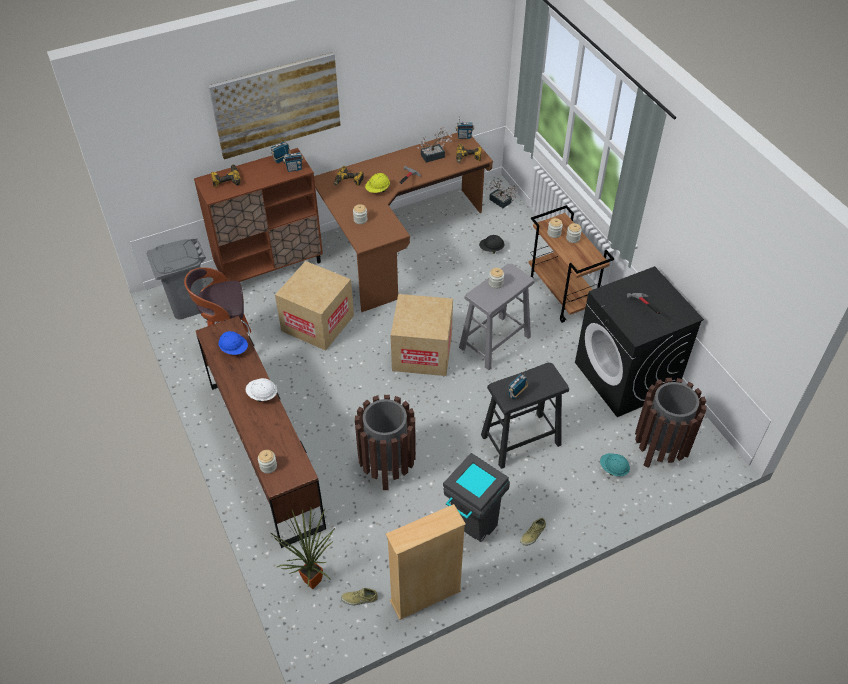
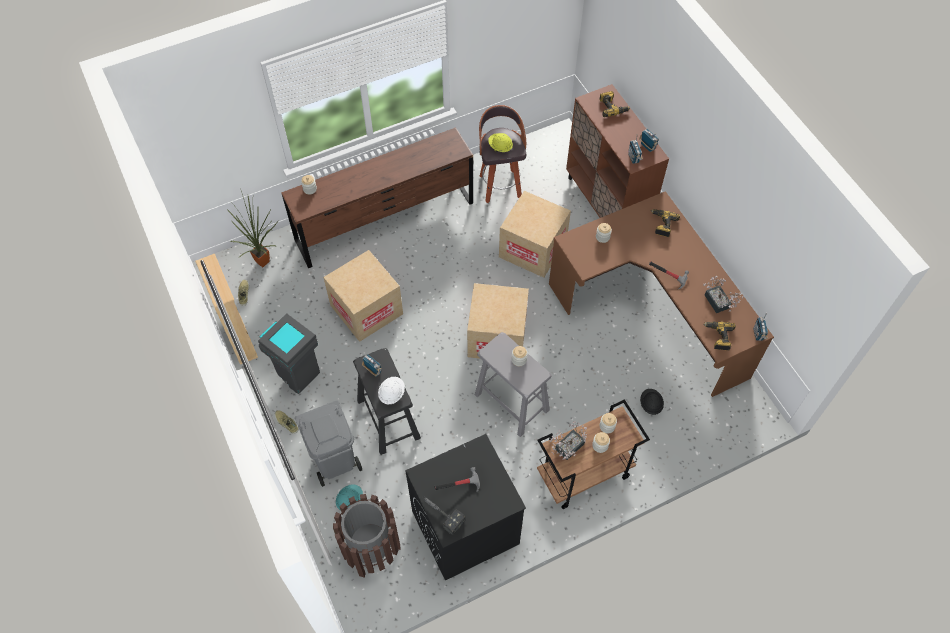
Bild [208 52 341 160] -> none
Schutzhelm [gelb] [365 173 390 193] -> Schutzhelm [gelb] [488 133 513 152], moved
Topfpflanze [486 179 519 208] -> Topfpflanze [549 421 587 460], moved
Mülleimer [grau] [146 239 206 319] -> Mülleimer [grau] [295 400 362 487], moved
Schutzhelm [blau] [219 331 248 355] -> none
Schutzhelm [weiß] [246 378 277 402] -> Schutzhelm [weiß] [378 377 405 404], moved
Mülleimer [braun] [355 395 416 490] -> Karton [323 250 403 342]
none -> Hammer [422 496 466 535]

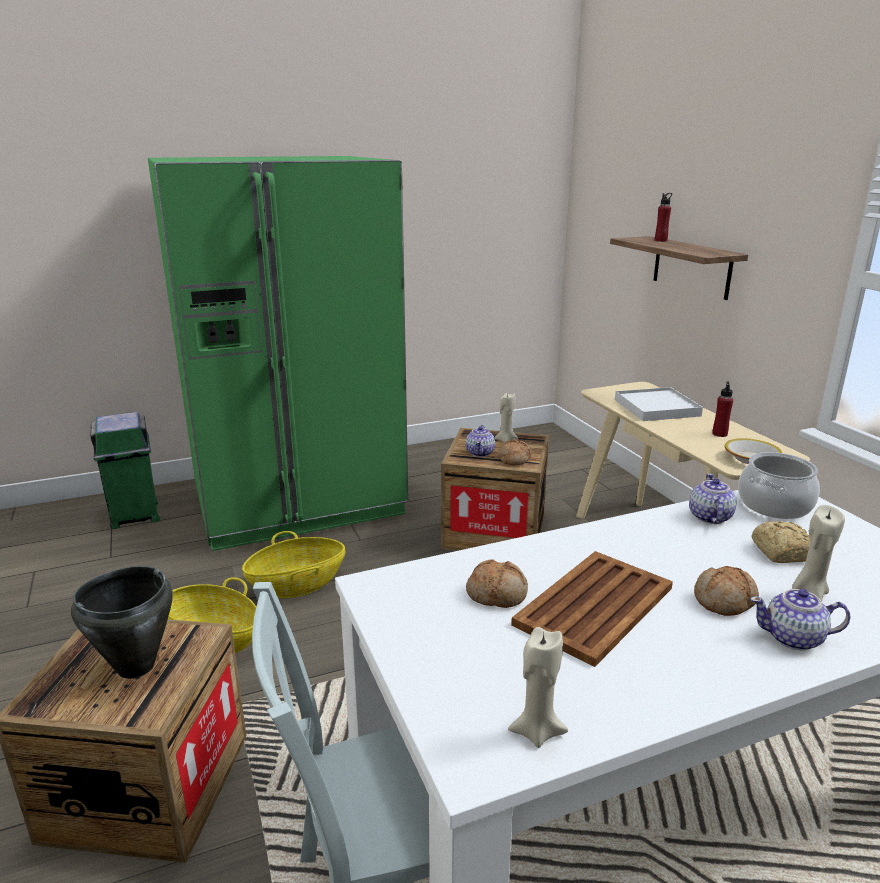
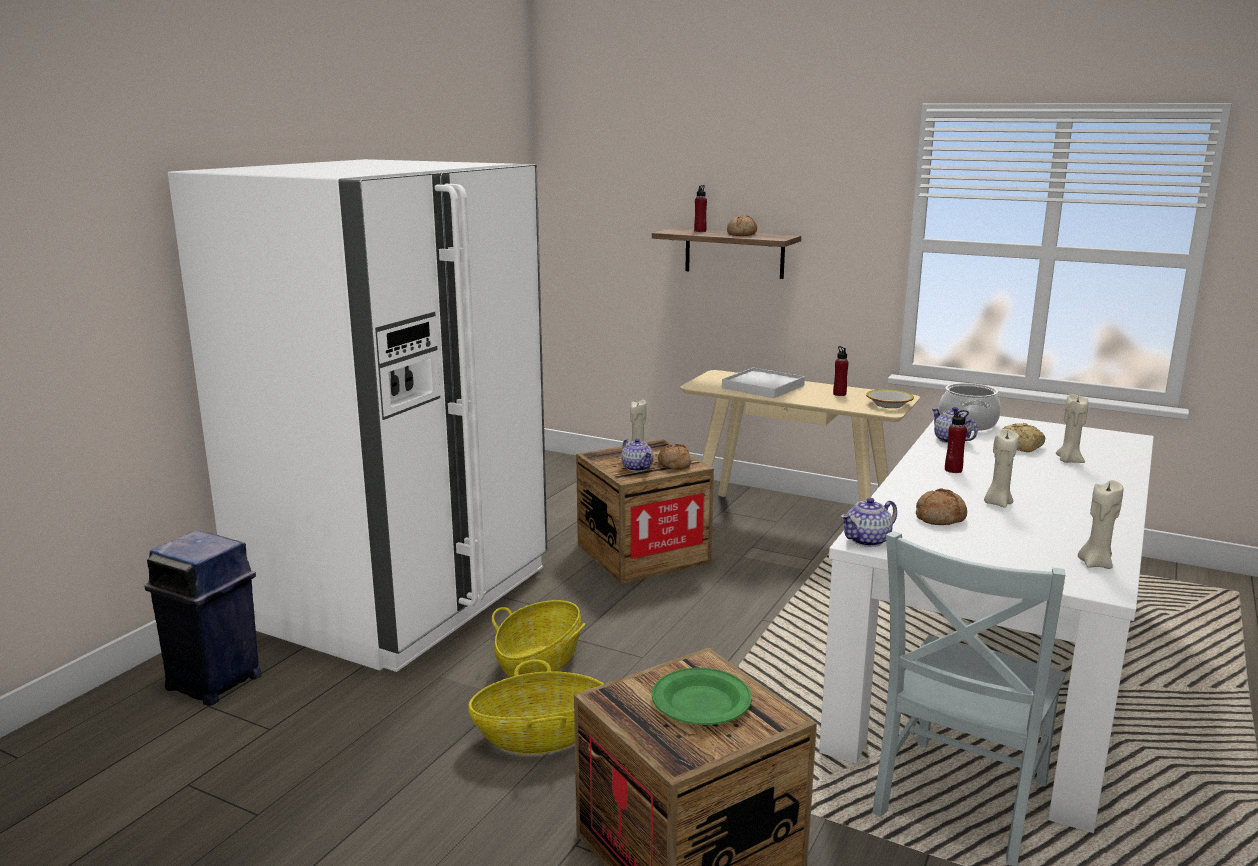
Kühlschrank [grün] [148 156 408 551] -> Kühlschrank [weiß] [168 159 547 672]
Mülleimer [grün] [90 412 160 529] -> Mülleimer [blau] [145 530 262 706]
Tablett [braun] [511 551 673 667] -> Kerze [beige] [984 429 1019 508]
Kochtopf [schwarz] [71 566 173 679] -> Teller [grün] [652 668 752 725]
Brot [694 566 759 616] -> Brot [727 216 757 236], moved
Teekanne [750 589 850 650] -> Teekanne [841 498 897 547], moved
none -> Flasche [rot] [945 409 969 473]

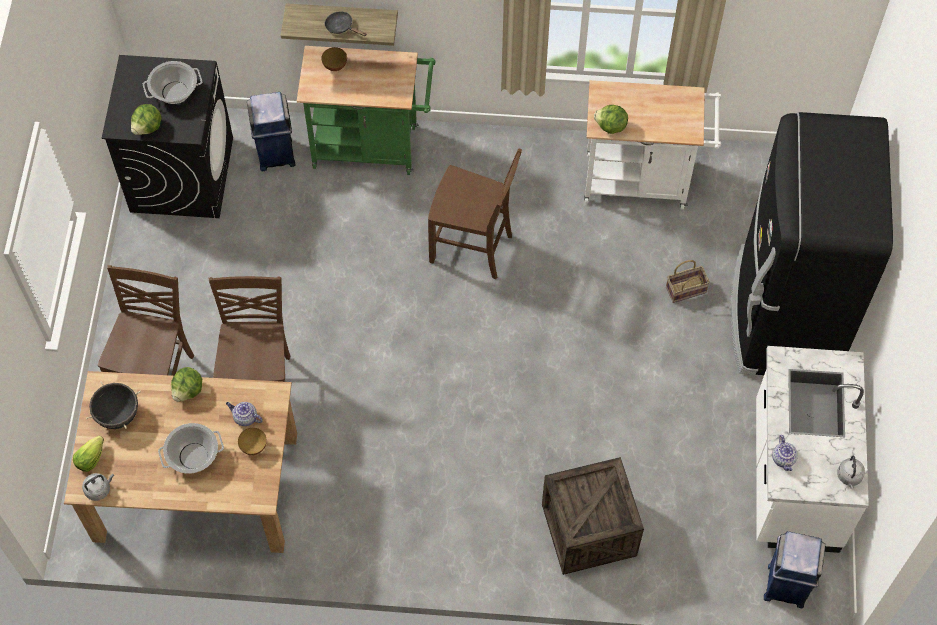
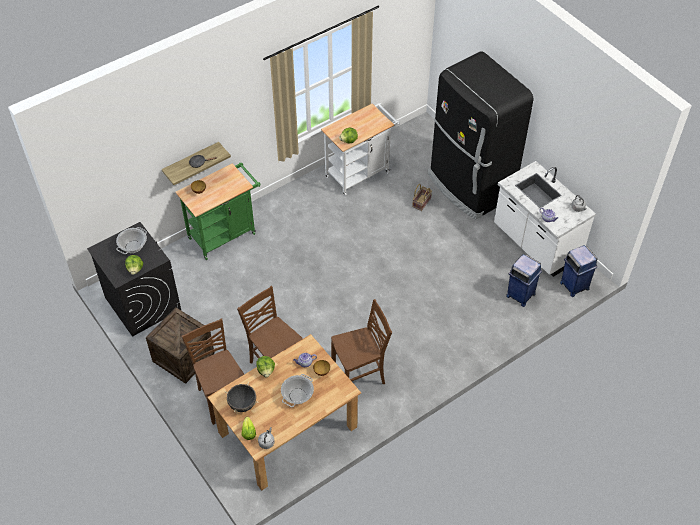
Mülleimer [blau] [247 92 295 171] -> Mülleimer [blau] [506 254 542 307], moved
Stuhl [braun] [428 149 522 279] -> Stuhl [braun] [331 299 392 384], moved
Kiste [542 457 644 575] -> Kiste [146 307 215 384], moved

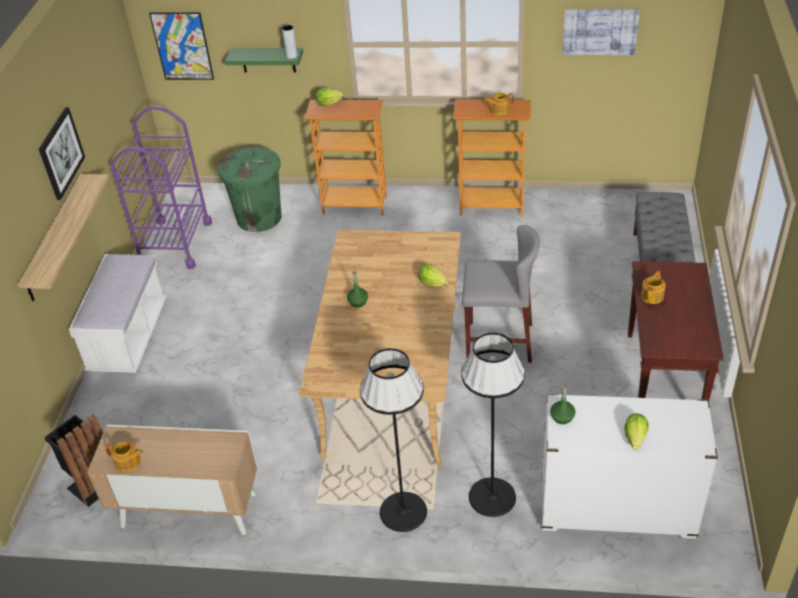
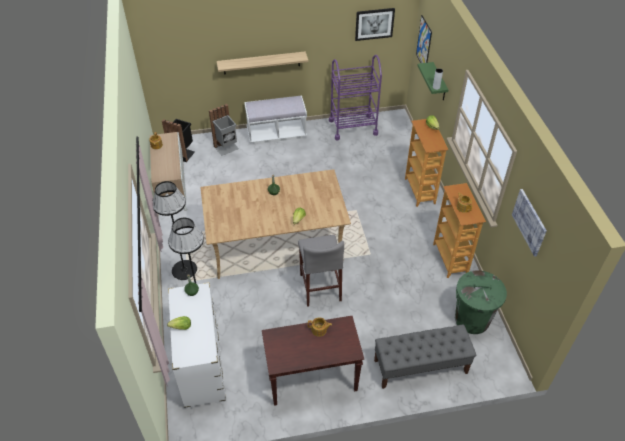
Bild [39 107 85 200] -> Bild [355 8 395 41], moved
Mülleimer [grün] [218 147 281 232] -> Mülleimer [grün] [455 271 507 334], moved
none -> Mülleimer [grau] [209 104 239 156]

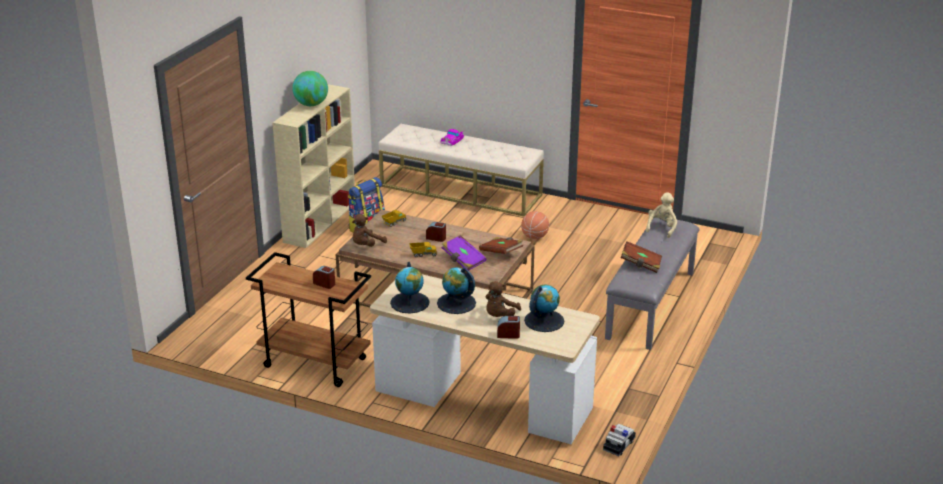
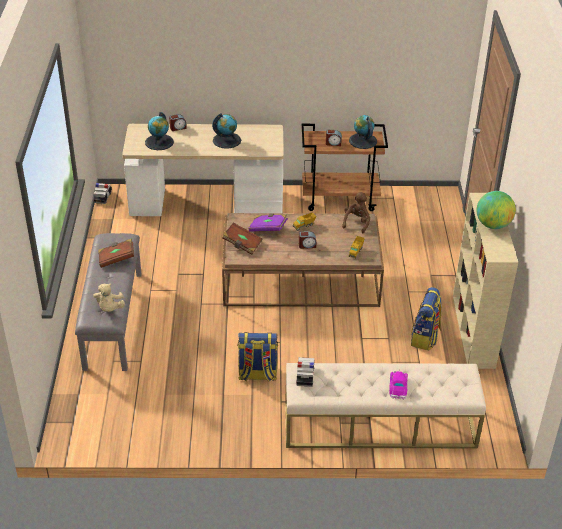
Basketball [521 211 549 239] -> Rucksack [238 332 278 382]
Globus [390 262 430 314] -> Globus [349 115 377 149], moved
Plüschtier [braun] [486 281 521 317] -> none
none -> Spielzeugauto [296 357 314 387]

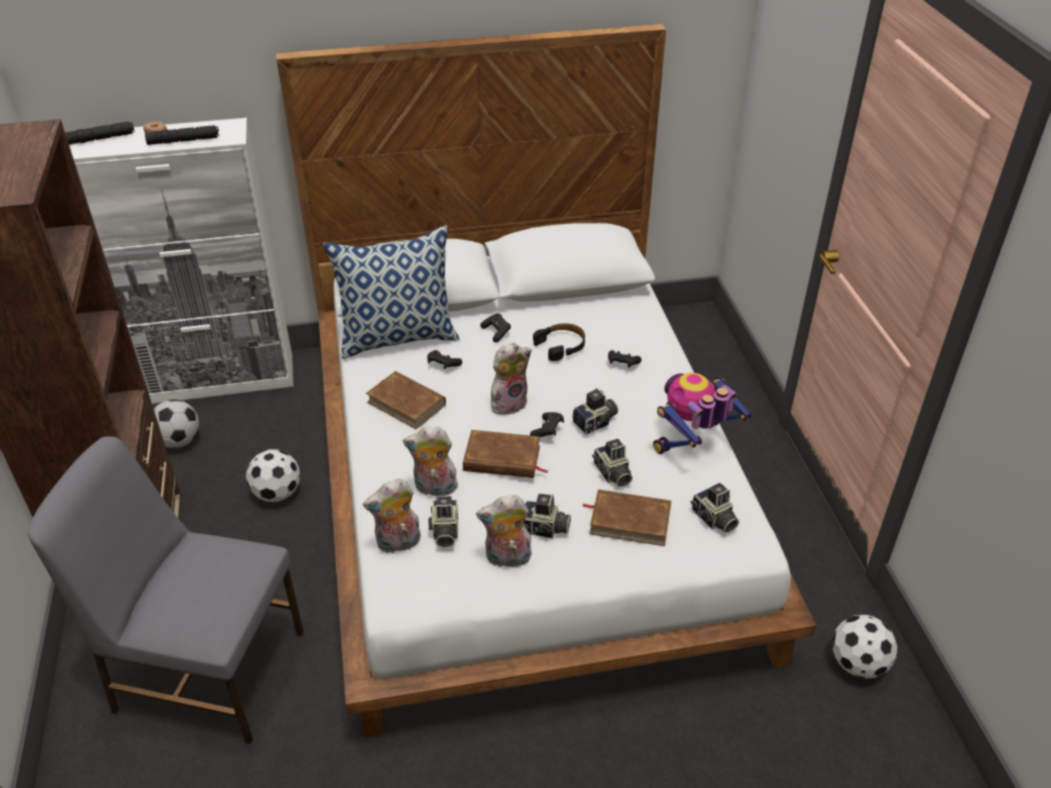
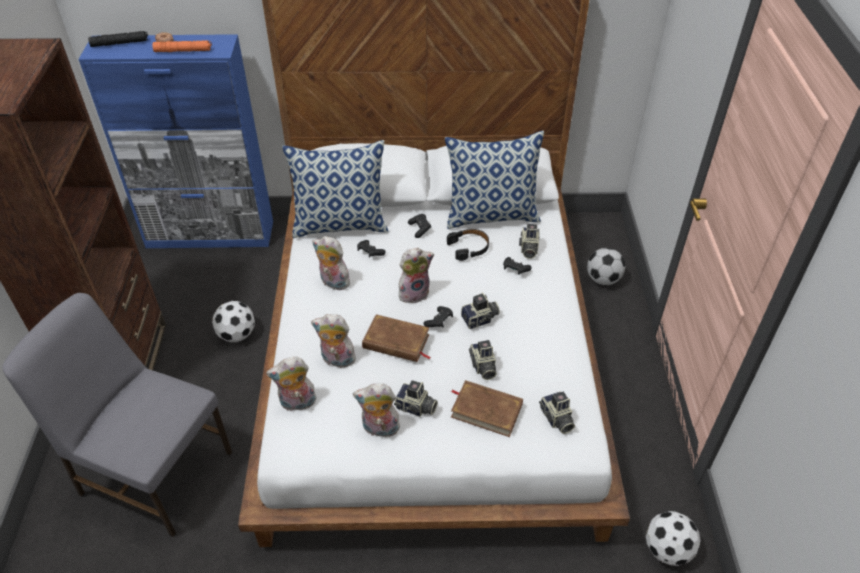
Schrank [weiß] [69 118 294 404] -> Schrank [blau] [78 34 273 248]
Taschenlampe [schwarz] [145 125 219 145] -> Taschenlampe [orange] [152 40 212 52]
Buch [braun] [366 371 446 429] -> Plüschtier [312 236 350 290]
Spielzeugroboter [653 373 752 454] -> none
Fußball [154 400 199 448] -> Fußball [587 248 625 285], moved
Kamera [428 496 459 548] -> Kamera [519 224 539 259], moved
none -> Kissen [445 131 544 229]

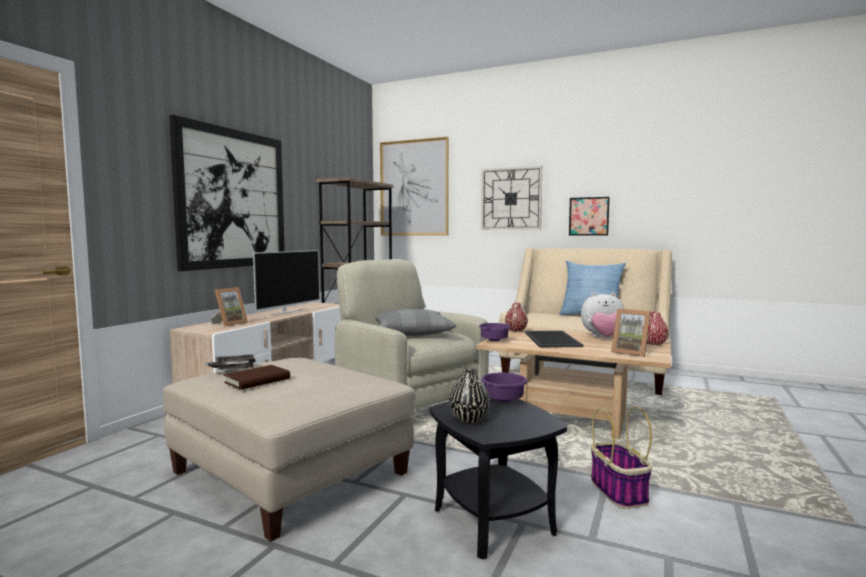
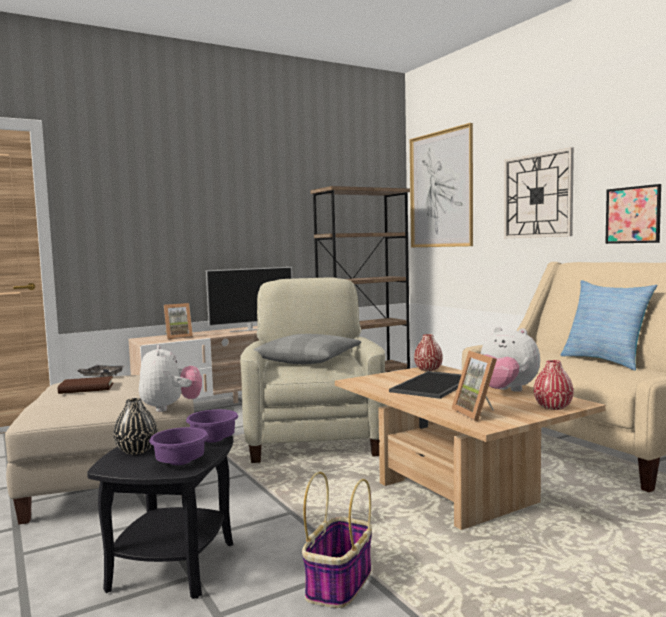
Bild [169 115 285 271] -> none
Schüssel [lila] [479 323 511 341] -> Schüssel [lila] [149 427 208 465], moved
none -> Plüschtier [139 345 202 412]

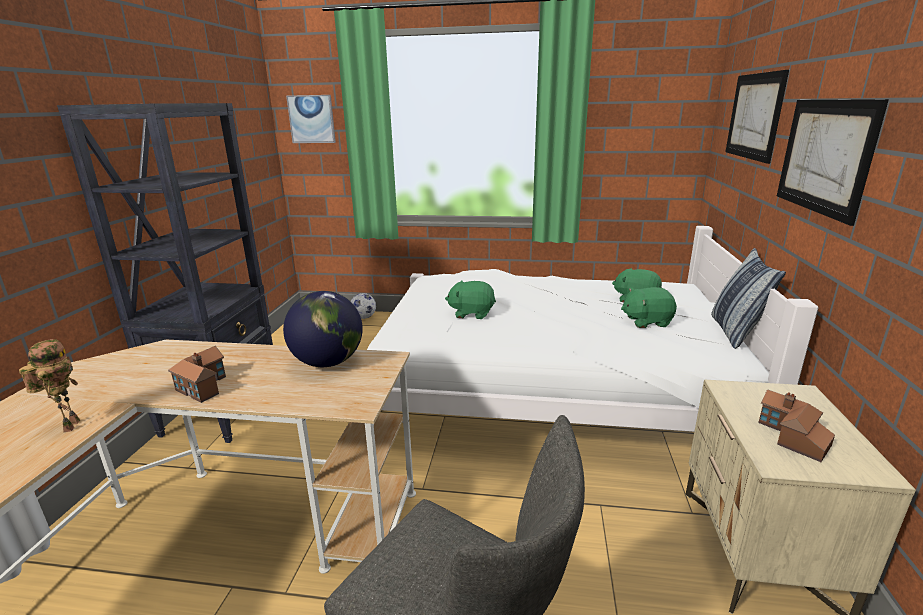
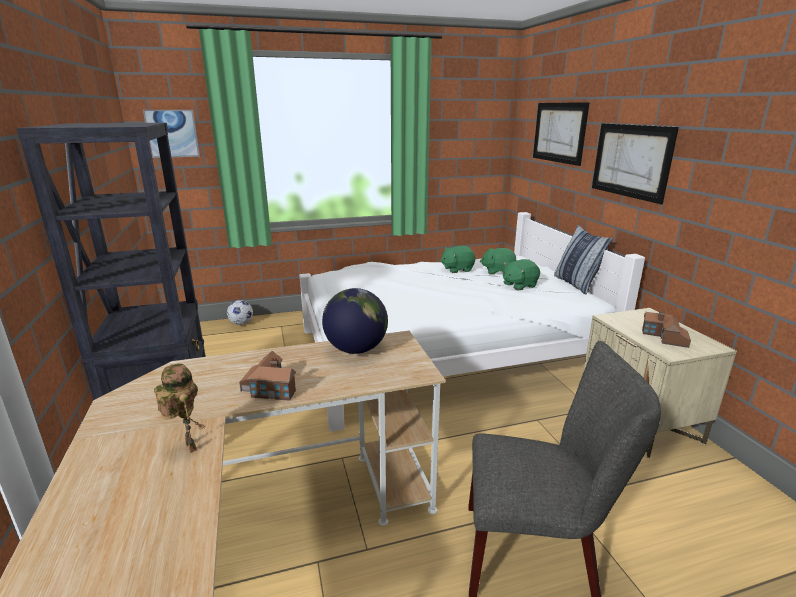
Plüschtier [grün] [445 280 496 319] -> Plüschtier [grün] [440 246 475 273], moved

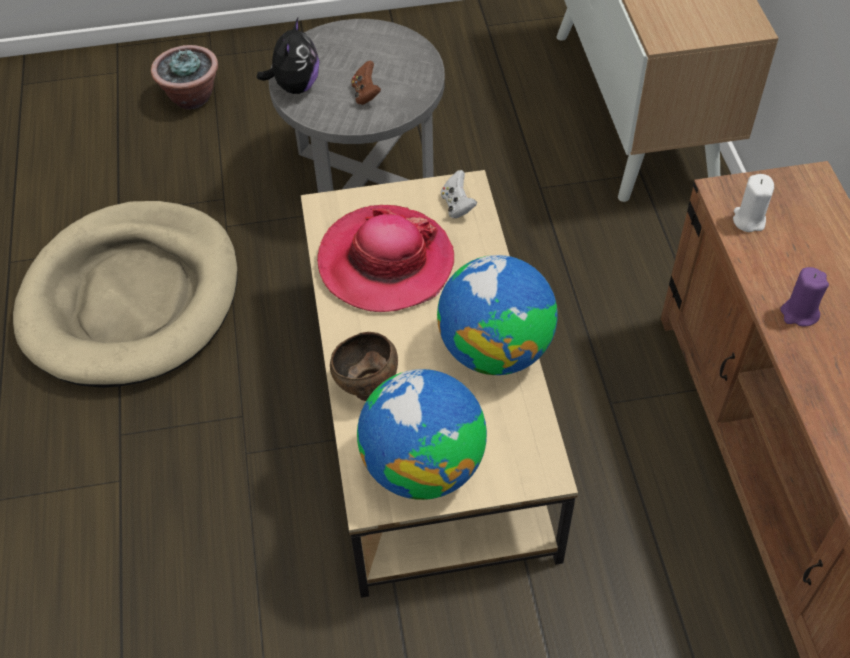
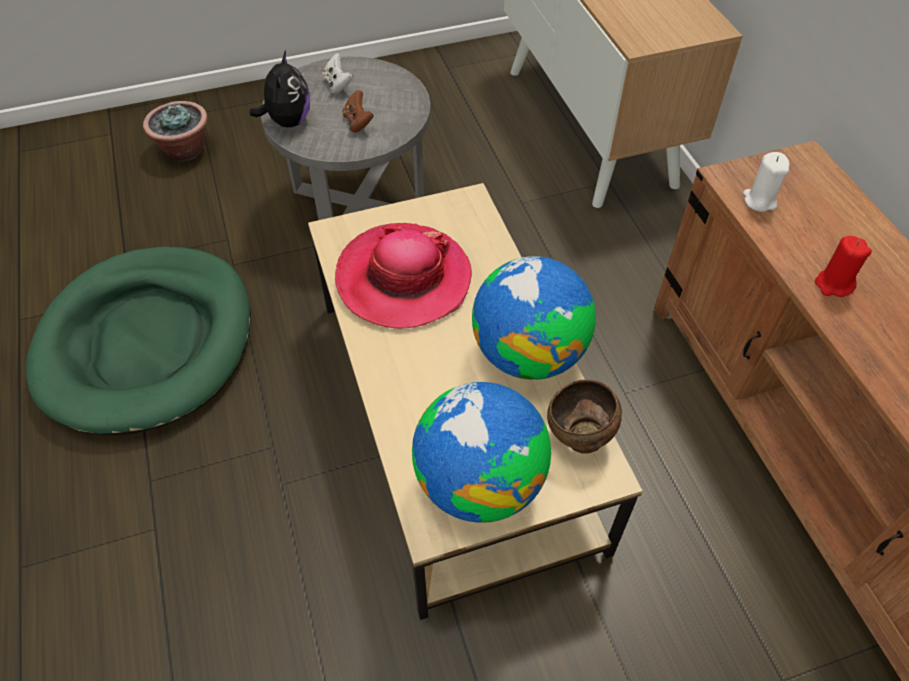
Gamepad [weiß] [441 170 477 218] -> Gamepad [weiß] [322 53 353 94], moved
Hundebett [beige] [13 201 237 388] -> Hundebett [grün] [26 246 251 435]
Kerze [lila] [780 267 829 327] -> Kerze [rot] [815 236 872 297]
Schüssel [braun] [330 332 398 401] -> Schüssel [braun] [547 379 622 454], moved

